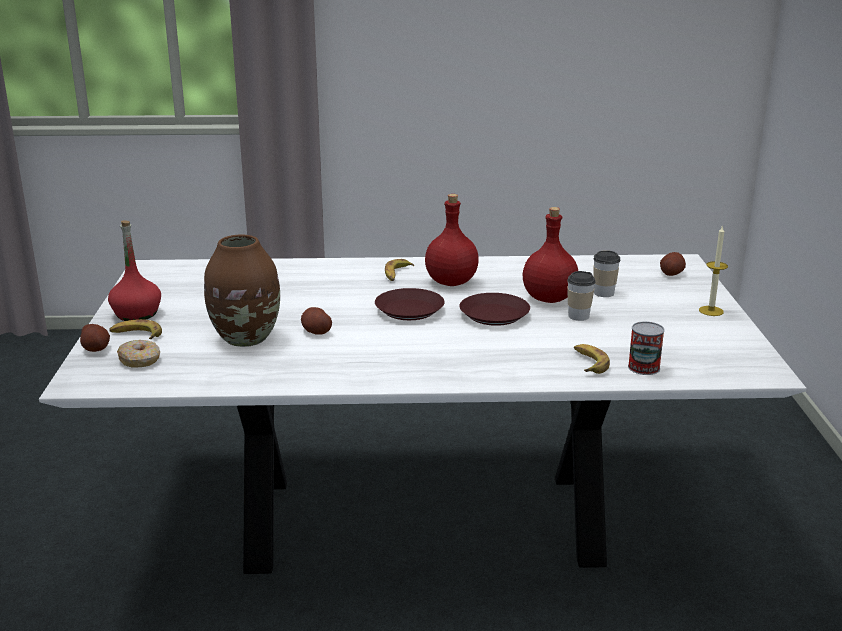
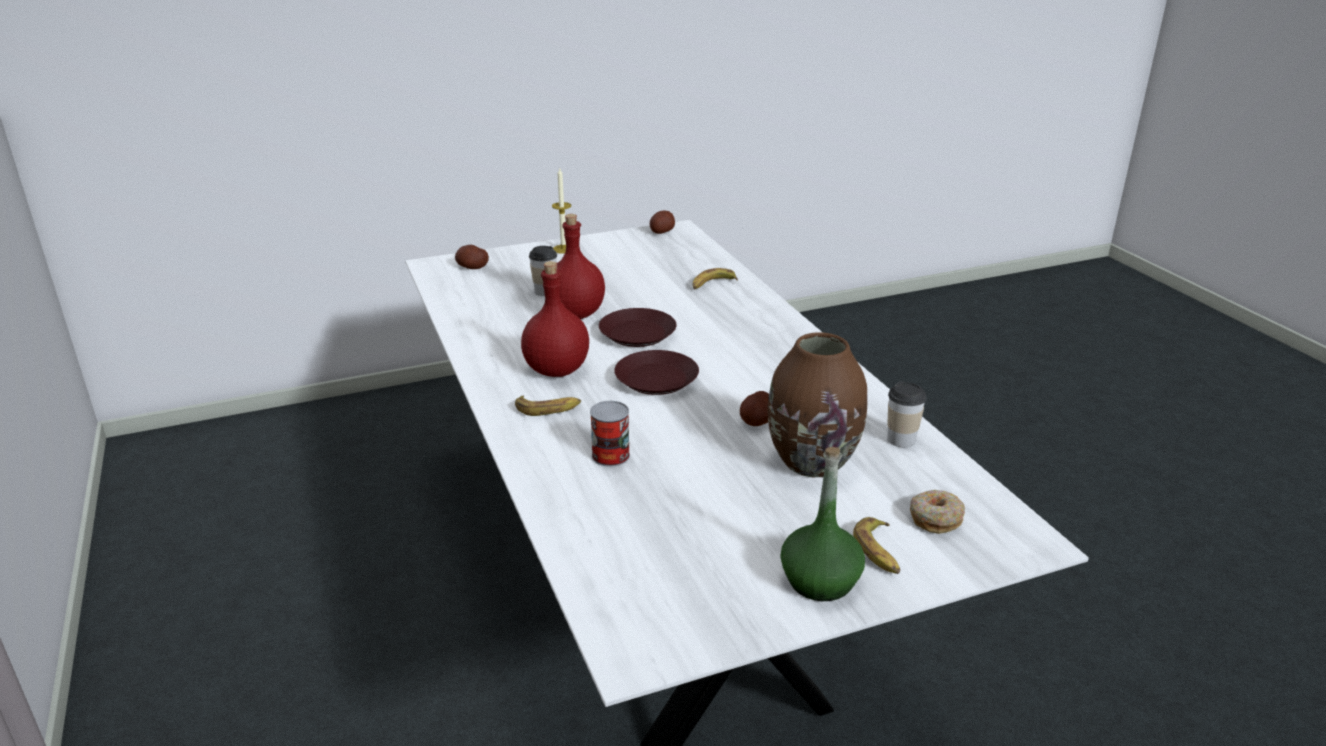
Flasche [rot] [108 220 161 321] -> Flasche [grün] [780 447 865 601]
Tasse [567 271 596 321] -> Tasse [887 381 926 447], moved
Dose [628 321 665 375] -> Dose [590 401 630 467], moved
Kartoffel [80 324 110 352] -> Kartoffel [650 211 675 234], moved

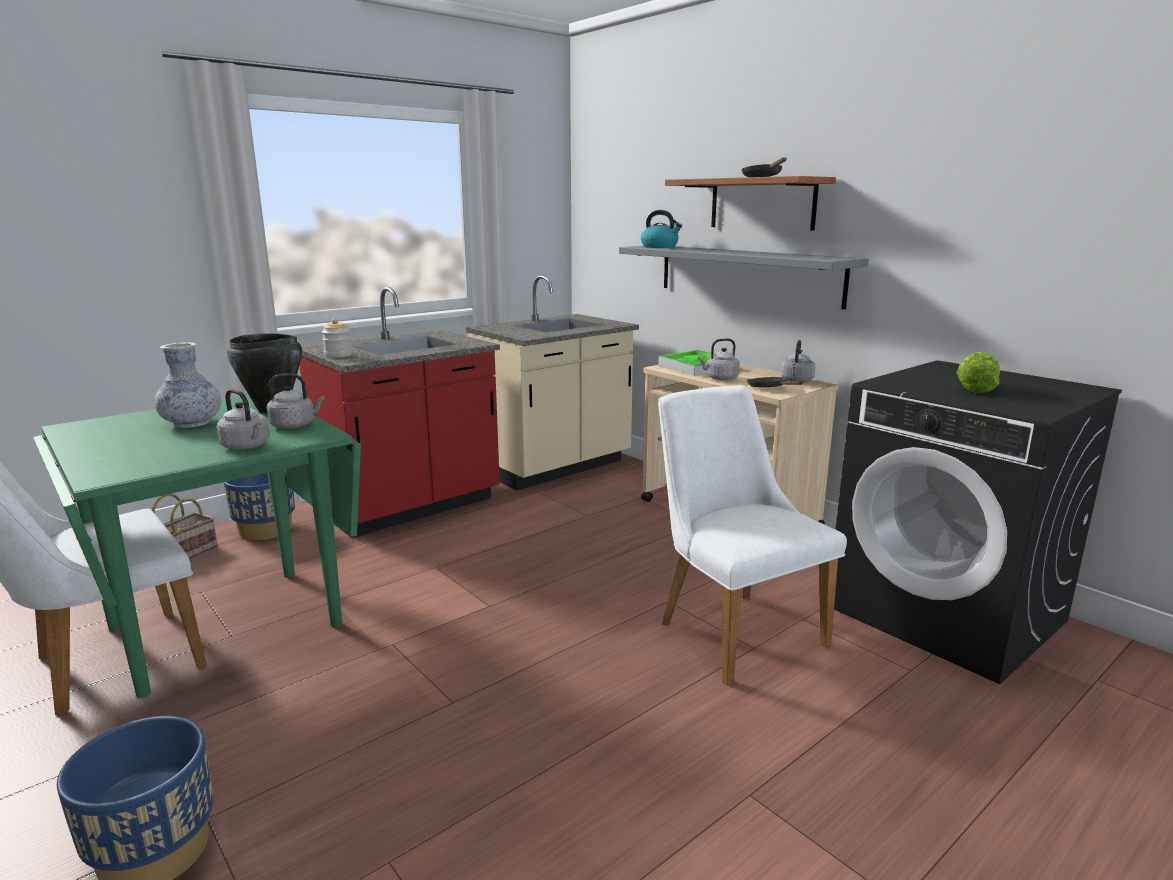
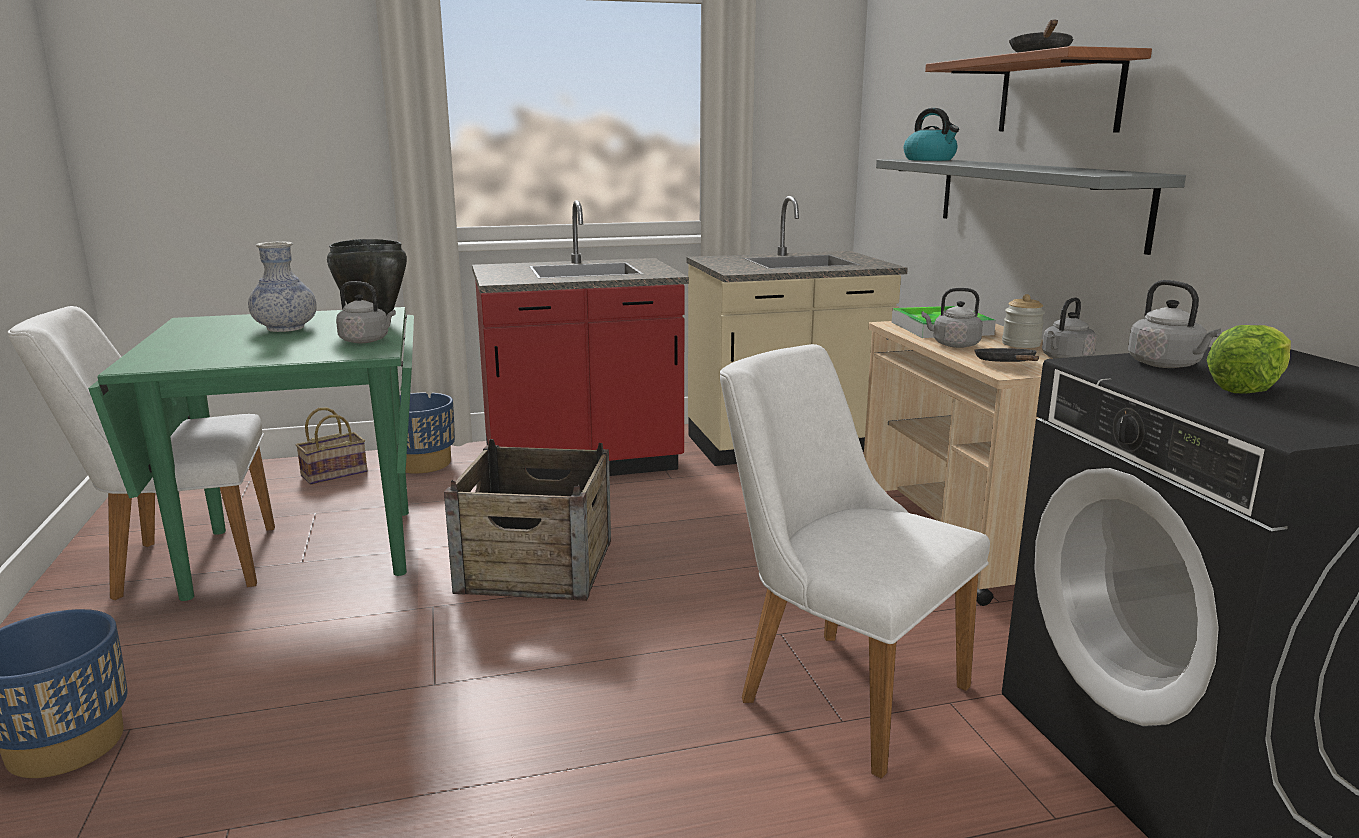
Vorratsglas [322 319 352 358] -> Vorratsglas [1002 294 1045 348], moved
Stuhl [weiß] [658 385 847 685] -> Stuhl [weiß] [720 344 990 779], 45 degrees counterclockwise
Wasserkessel [grau] [217 389 270 450] -> Wasserkessel [grau] [1128 280 1221 368], moved
none -> Kiste [444 439 611 601]

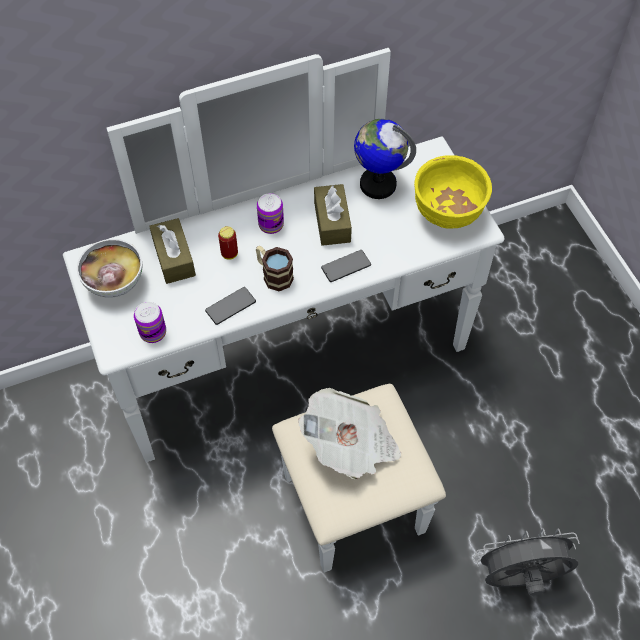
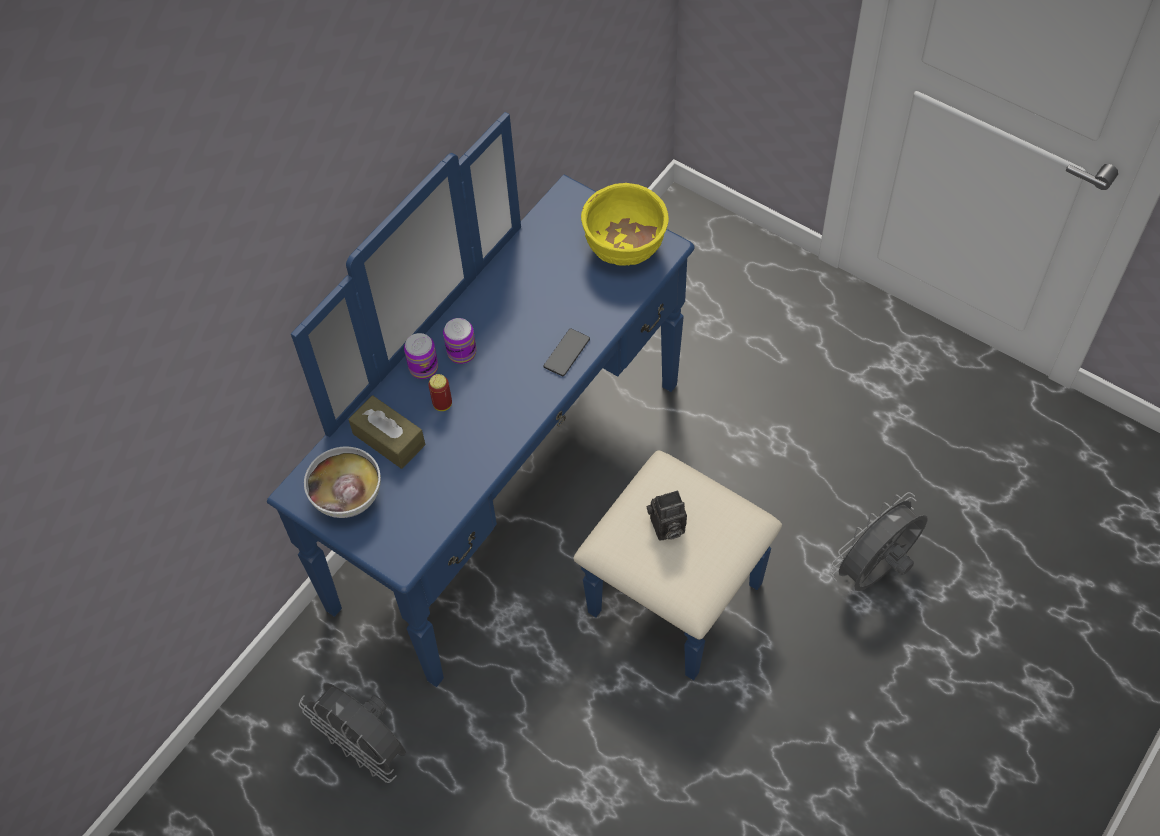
Kommode [weiß] [63 48 504 573] -> Kommode [blau] [267 112 782 687]
Globus [354 119 416 199] -> none
Taschentuchbox [braun] [314 184 352 246] -> none
Henkelbecher [256 246 294 291] -> none
Handy [205 287 256 325] -> none
Dose [134 302 166 343] -> Dose [404 333 438 379], moved
Zeitung [298 388 402 479] -> Kamera [647 490 687 541]
none -> Ventilator [grau] [299 683 406 783]

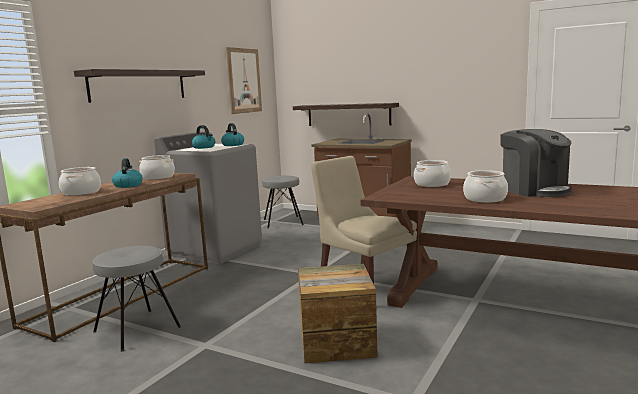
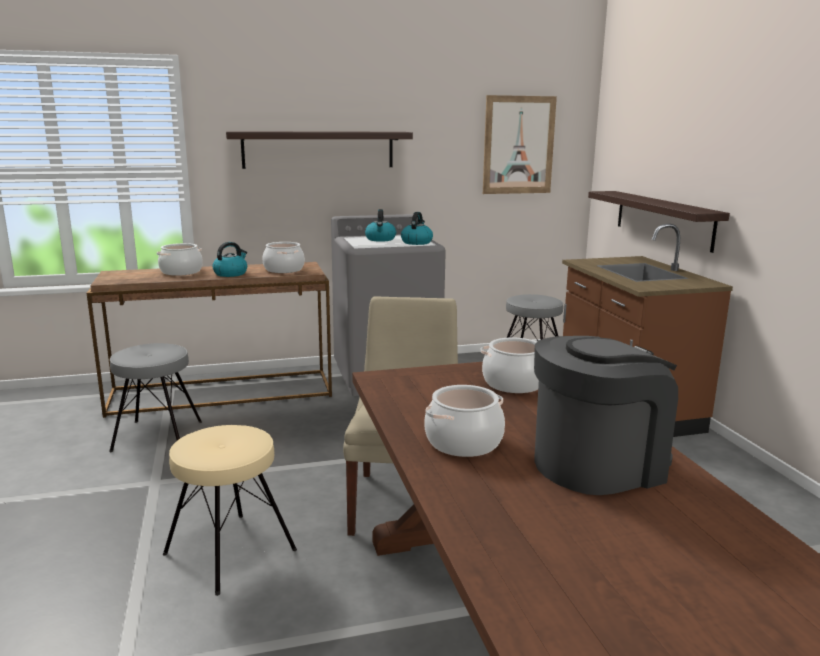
Kaffeemaschine [500 129 572 197] -> Kaffeemaschine [534 336 678 495], 135 degrees counterclockwise
Kiste [298 264 378 363] -> Hocker [beige] [163 425 297 596]

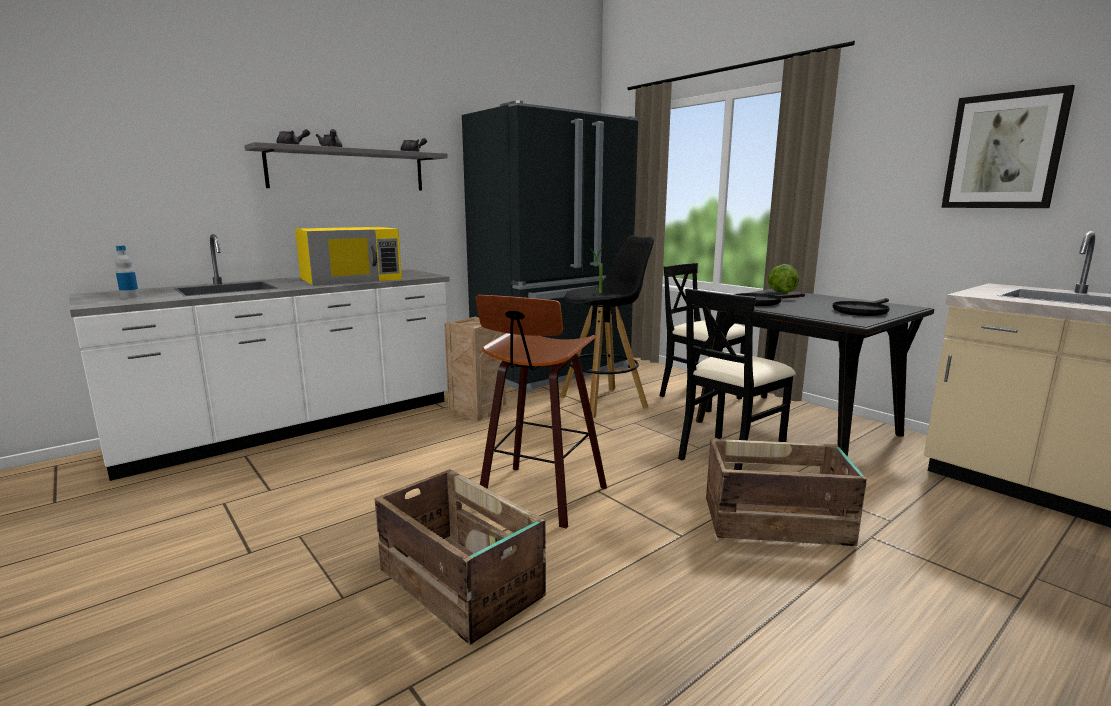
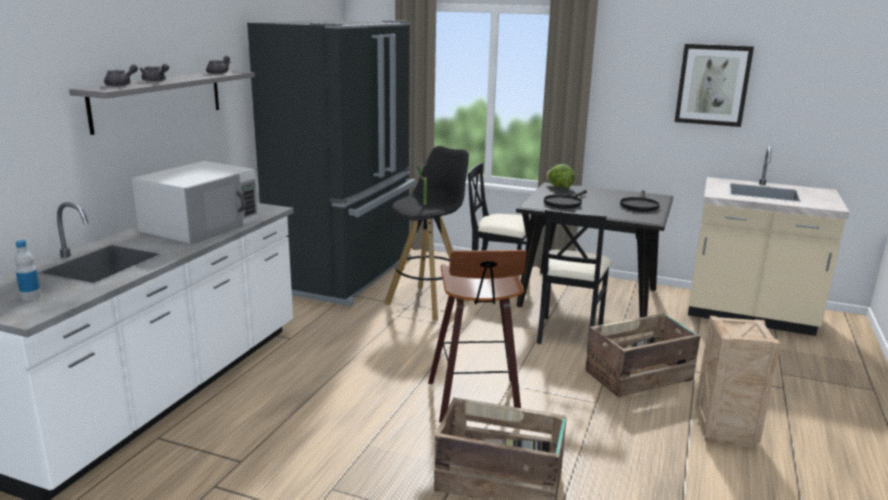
Mikrowelle [gelb] [295 227 402 286] -> Mikrowelle [weiß] [132 161 258 244]
Kiste [444 317 506 421] -> Kiste [695 316 781 448], moved

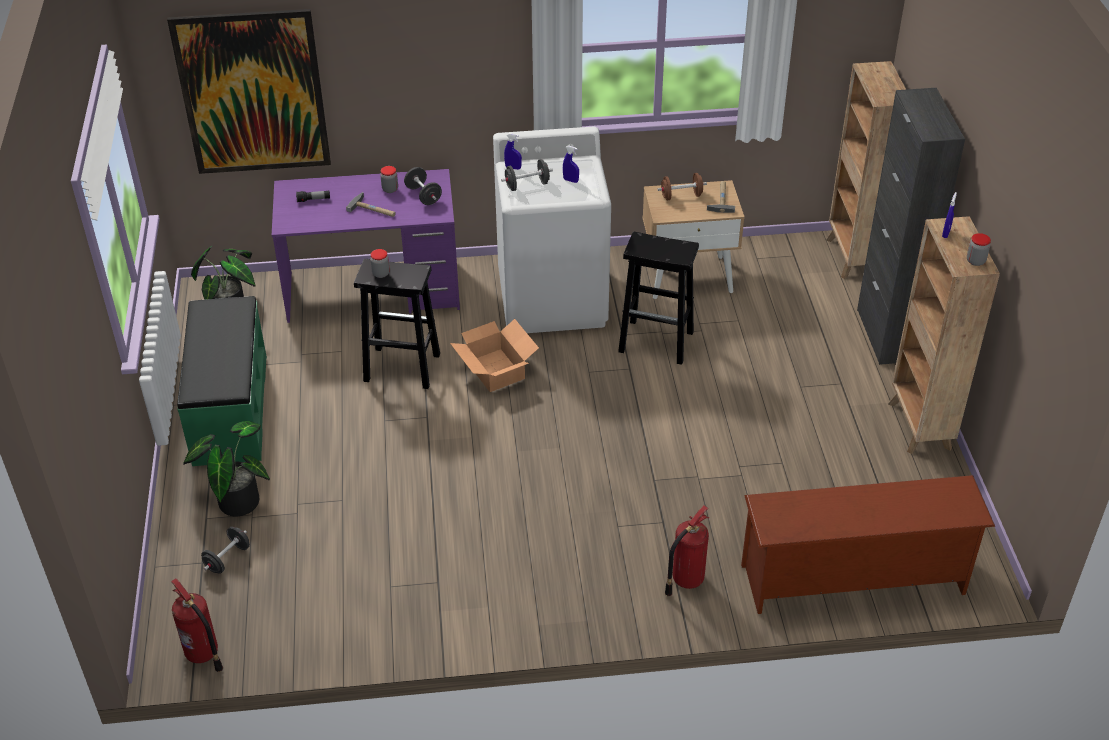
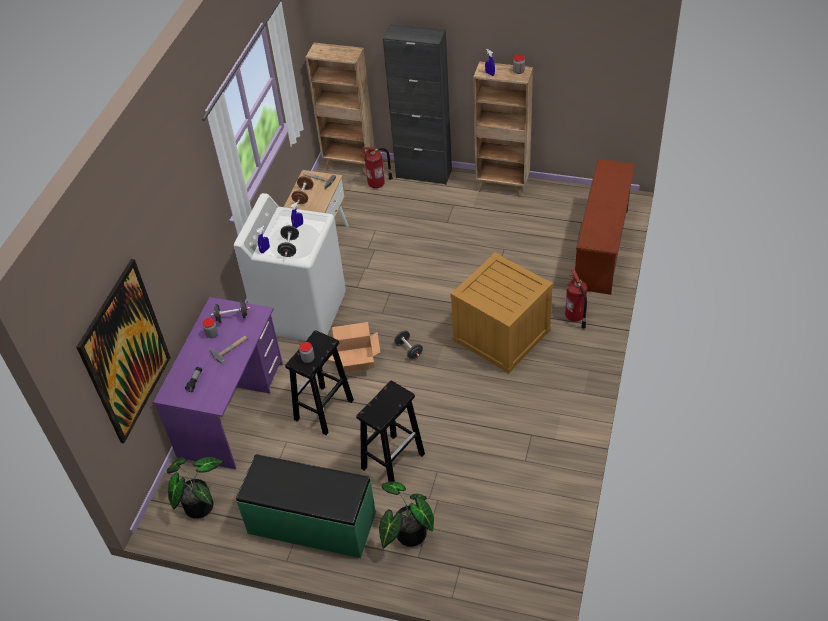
Hocker [schwarz] [618 232 699 365] -> Hocker [schwarz] [356 381 425 482], moved
Hantel [schwarz] [201 527 250 574] -> Hantel [schwarz] [394 330 423 359], moved
Feuerlöscher [171 578 223 672] -> Feuerlöscher [361 147 393 189], moved
none -> Kiste [450 252 553 374]

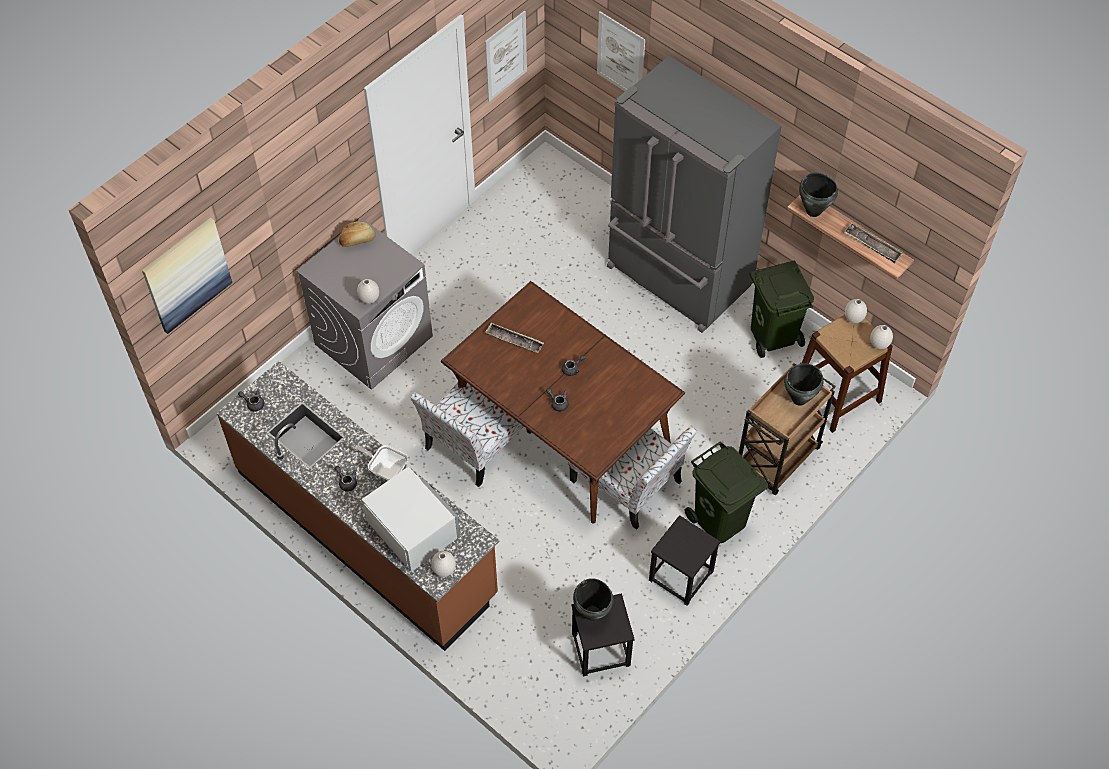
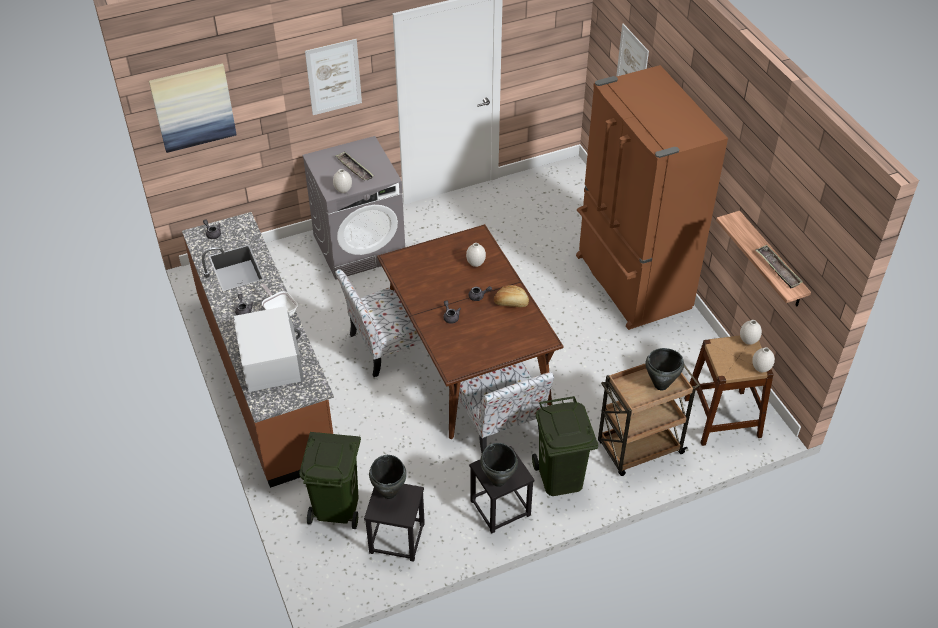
Bild [485 10 527 102] -> Bild [305 39 362 115], moved
Kühlschrank [grau] [607 56 782 333] -> Kühlschrank [braun] [576 65 728 330]
Kochtopf [schwarz] [799 173 838 217] -> Kochtopf [schwarz] [480 443 518 487], moved
Brot [339 221 375 247] -> Brot [494 285 529 307], moved
Mülleimer [grün] [749 260 814 358] -> Mülleimer [grün] [299 432 361 529], moved
Tablett [485 323 544 353] -> Tablett [336 152 374 181], moved
Vase [weiß] [431 551 456 577] -> Vase [weiß] [466 243 486 267], moved

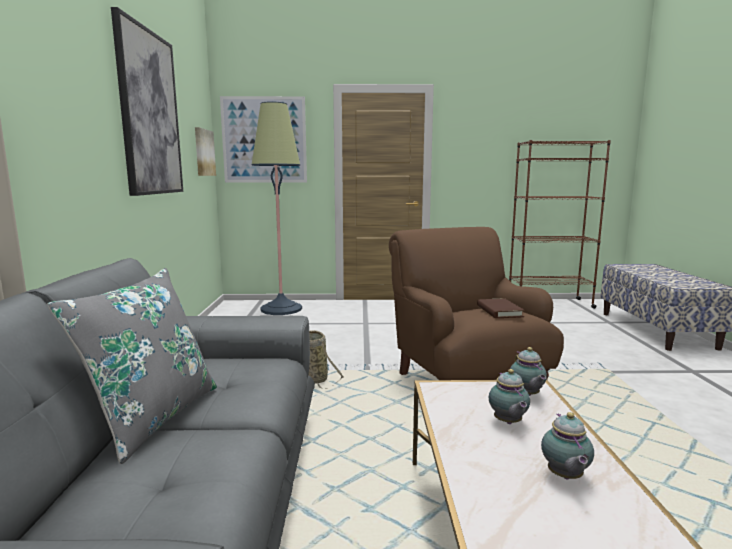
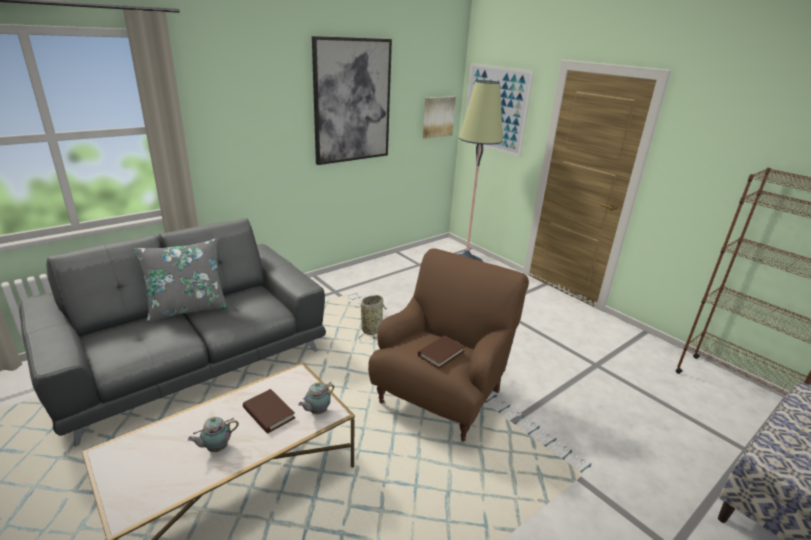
Teekanne [489 369 530 424] -> Buch [braun] [243 389 295 433]

